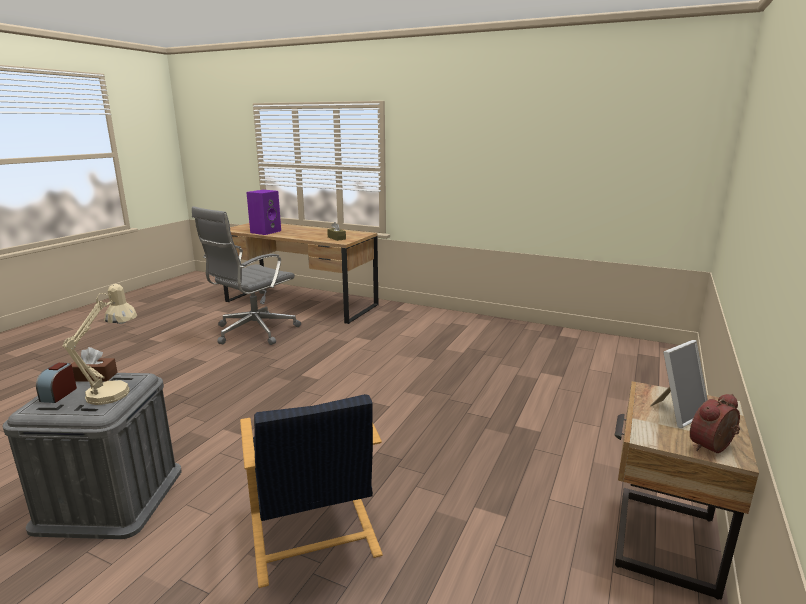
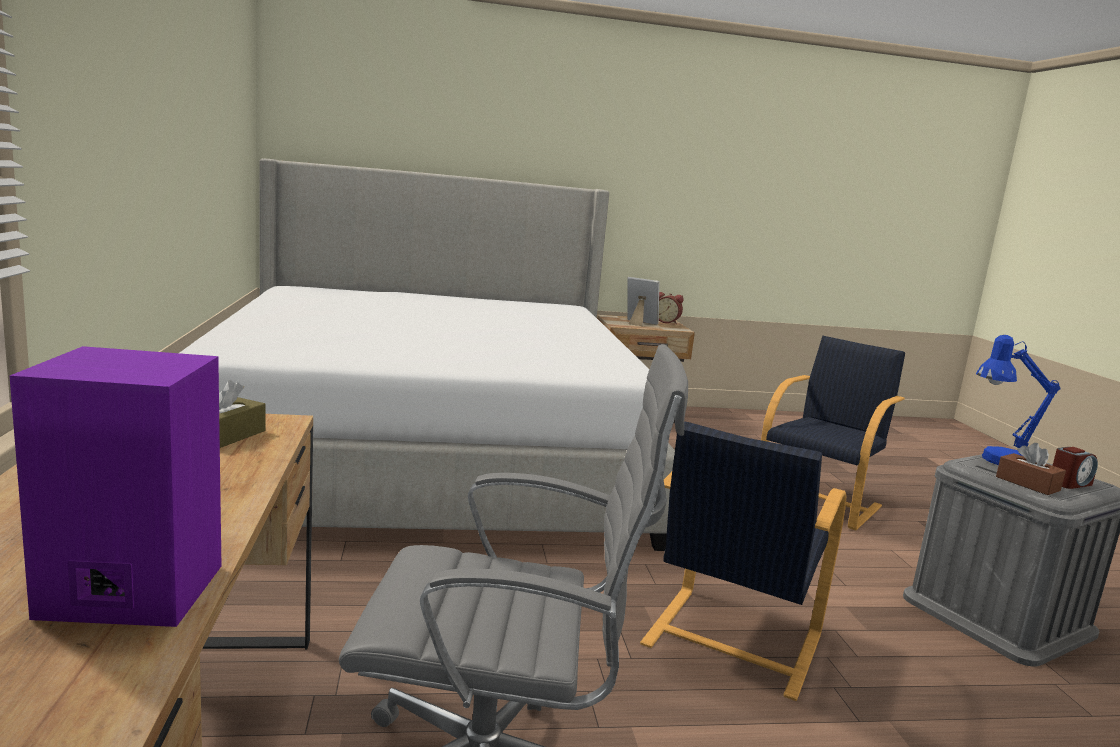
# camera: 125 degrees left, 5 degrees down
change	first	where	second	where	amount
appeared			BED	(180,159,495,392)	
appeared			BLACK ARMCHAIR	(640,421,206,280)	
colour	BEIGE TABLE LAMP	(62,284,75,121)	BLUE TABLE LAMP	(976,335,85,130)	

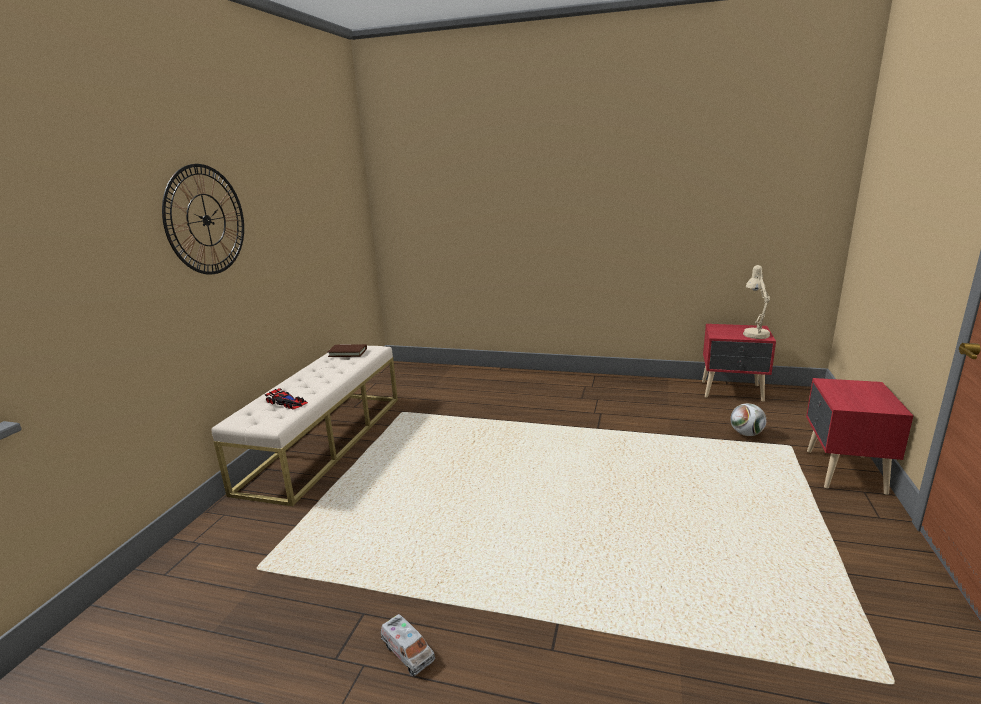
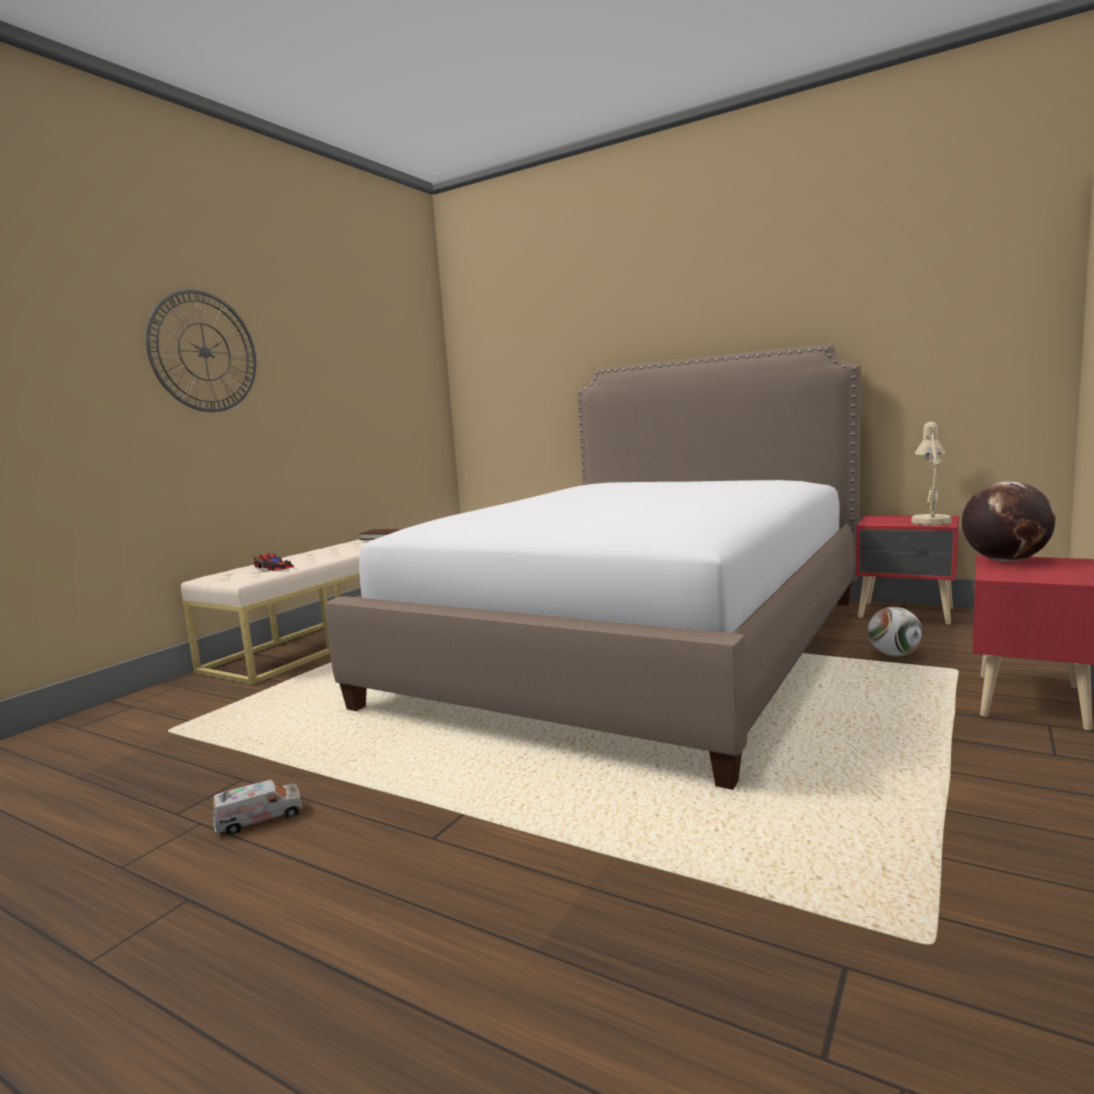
# camera: 15 degrees right, 10 degrees down
change	first	where	second	where	amount
spun	TOY TRUCK	(381,614,54,62)		(213,780,89,55)	90 degrees counterclockwise
appeared			BED	(326,344,535,446)	
appeared			GLOBE	(962,481,94,81)	

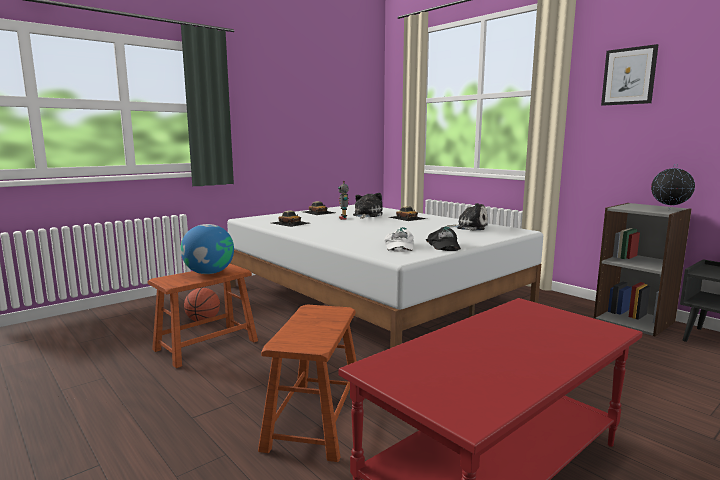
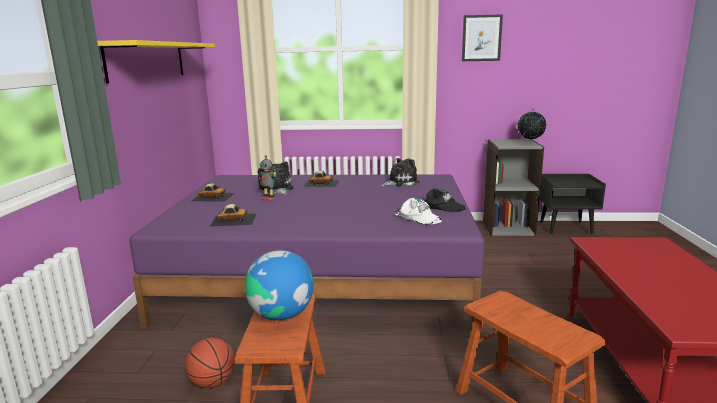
# camera: 45 degrees left, 5 degrees up
change	first	where	second	where	amount
appeared			YELLOW SHELF	(97,40,118,43)	
colour	WHITE BED	(227,205,316,143)	PURPLE BED	(129,174,356,157)	

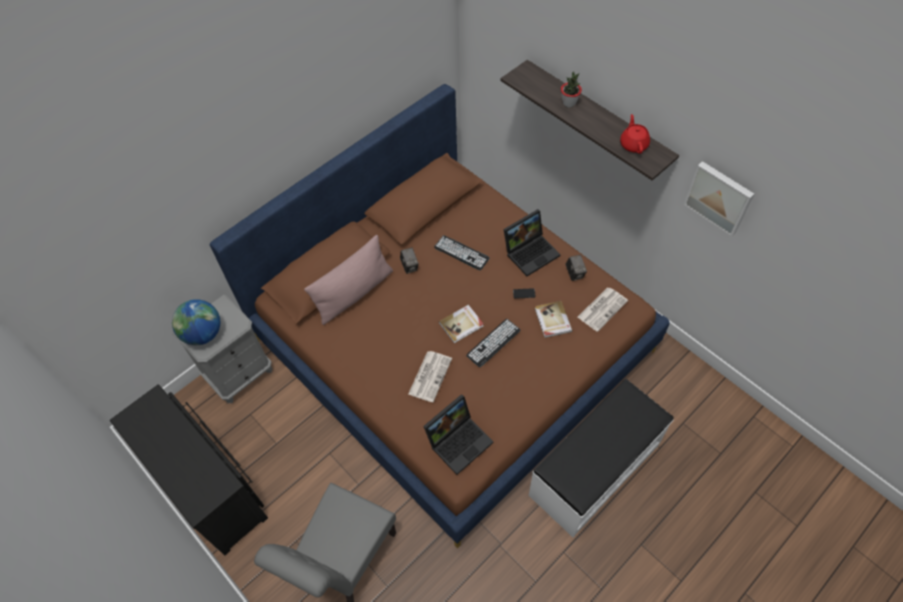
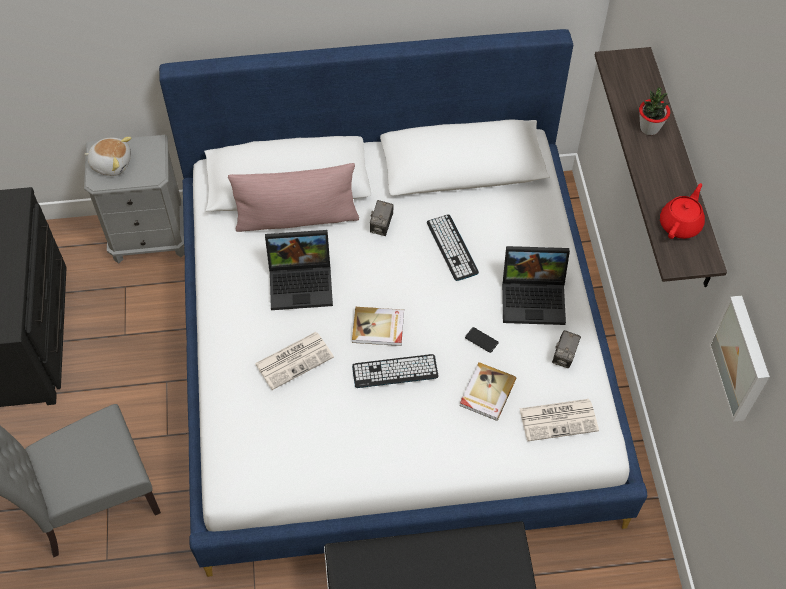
# camera: 35 degrees right, 0 degrees up
change	first	where	second	where	amount
exchanged	GLOBE	(172,299,48,46)	PLUSH TOY	(84,137,48,39)	
colour	BROWN BED	(210,84,460,464)	WHITE BED	(159,29,488,548)	
relocated	LAPTOP	(424,394,70,81)		(265,230,68,80)	

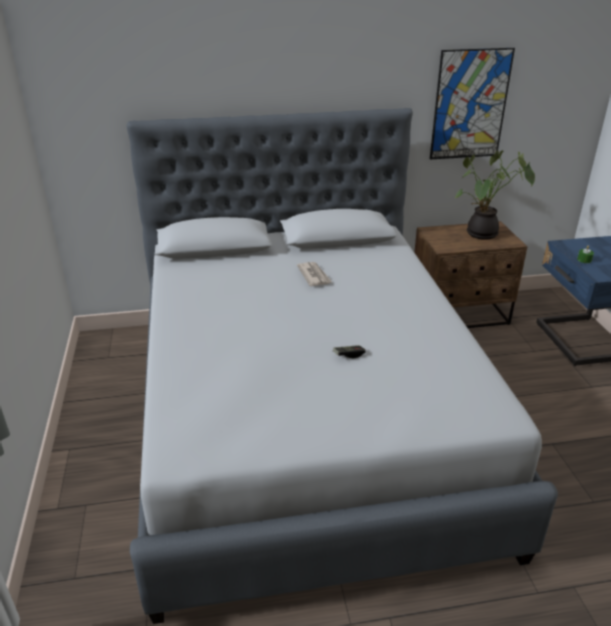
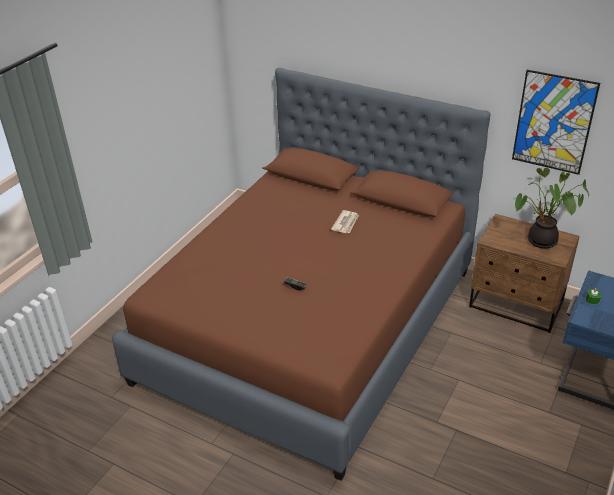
# camera: 40 degrees right, 5 degrees up
change	first	where	second	where	amount
colour	GREY BED	(127,108,431,516)	BROWN BED	(112,68,379,413)	

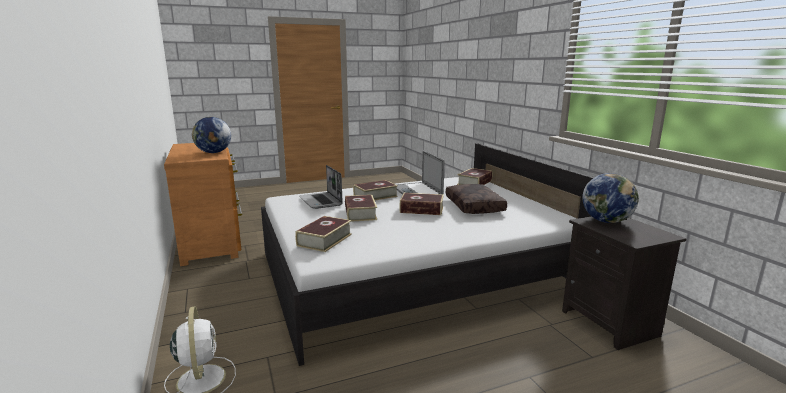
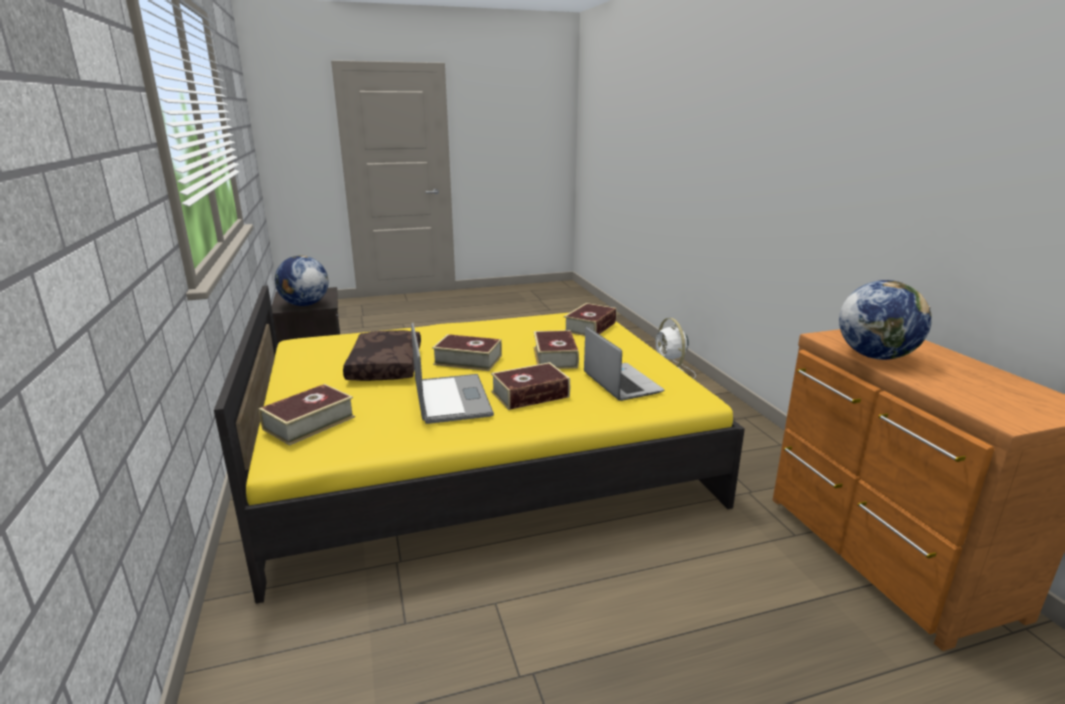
# camera: 175 degrees left, 5 degrees up
change	first	where	second	where	amount
colour	WHITE BED	(261,143,333,223)	YELLOW BED	(214,286,531,318)	

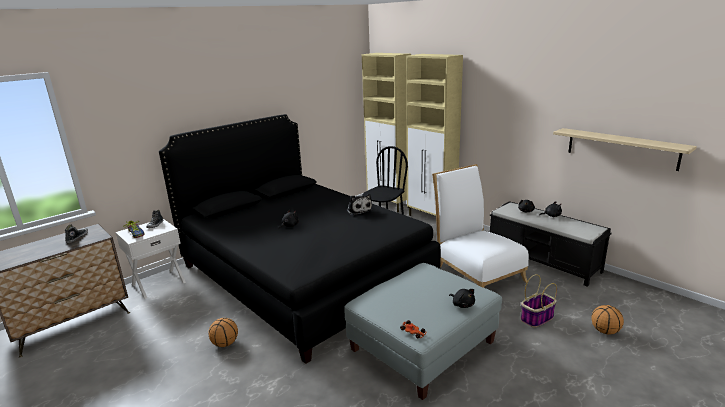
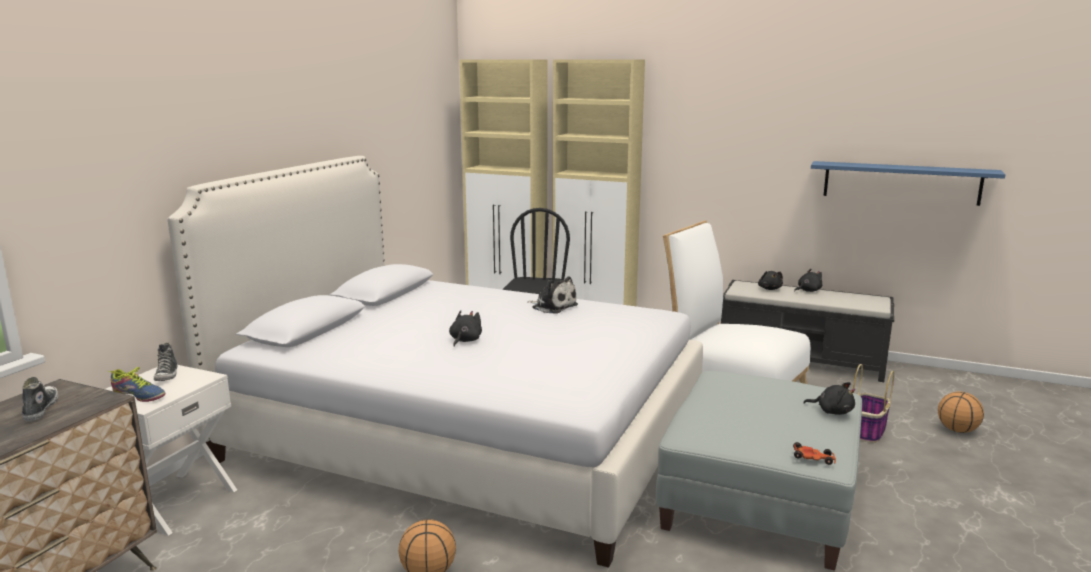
# camera: 25 degrees left, 5 degrees down
change	first	where	second	where	amount
colour	BLACK BED	(159,114,282,250)	WHITE BED	(168,156,535,412)	
colour	BEIGE SHELF	(553,128,144,43)	BLUE SHELF	(811,161,195,45)	

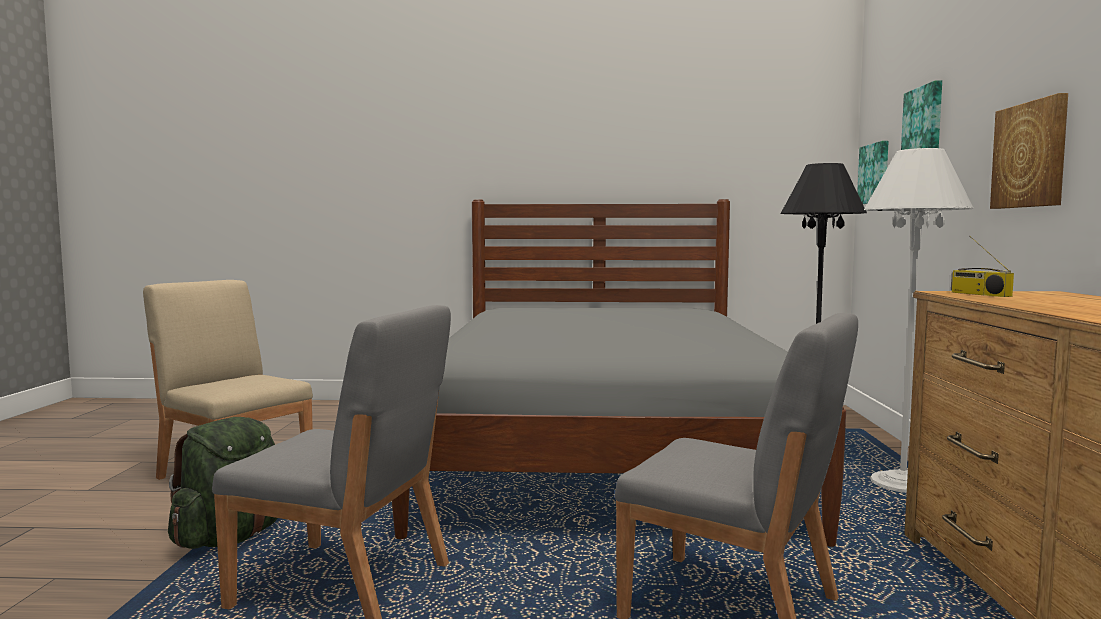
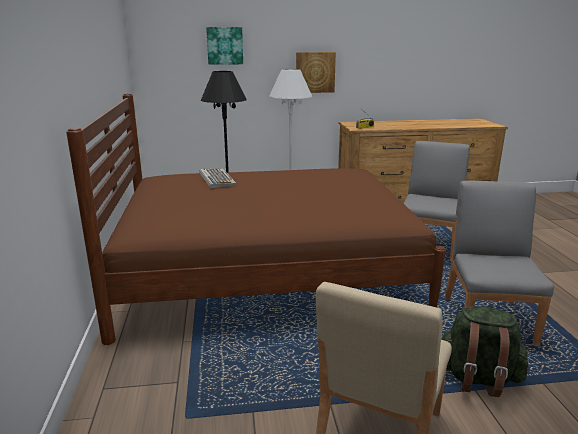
# camera: 100 degrees left, 15 degrees up
change	first	where	second	where	amount
colour	GREY BED	(392,199,454,348)	BROWN BED	(66,93,380,252)	
appeared			KEYBOARD	(199,168,38,21)	
missing	PICTURE	(857,141,32,63)			

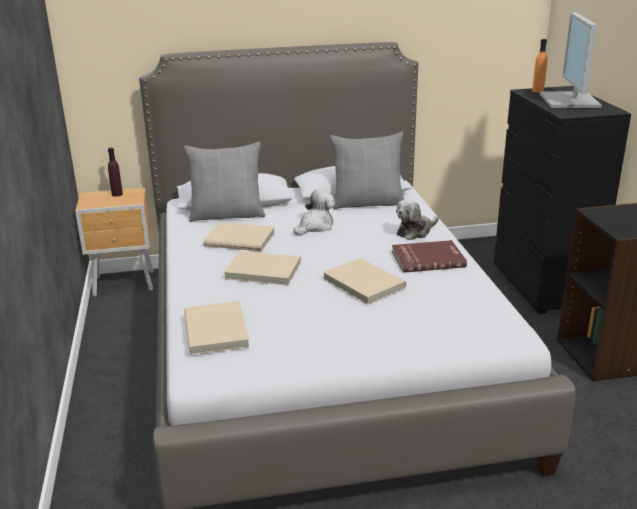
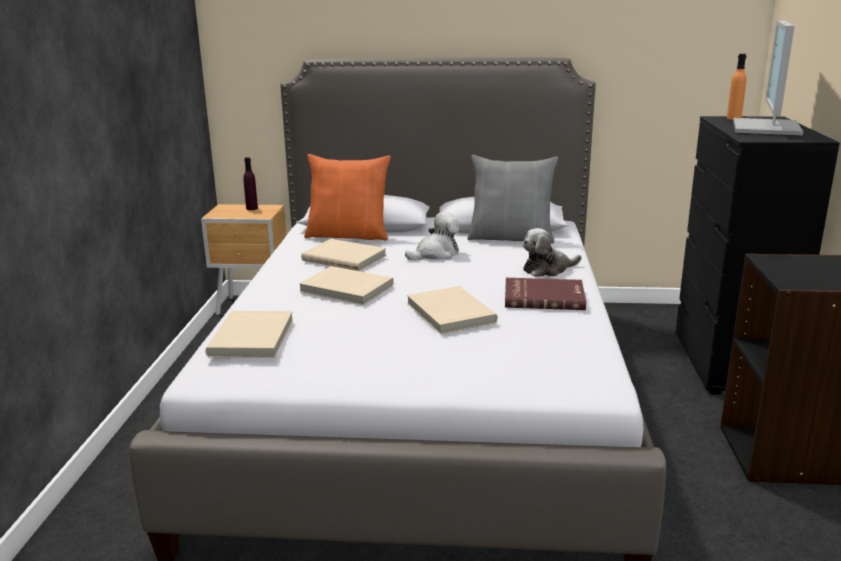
# camera: 15 degrees right, 5 degrees down
change	first	where	second	where	amount
colour	GREY PILLOW	(184,142,81,80)	ORANGE PILLOW	(304,154,87,86)	

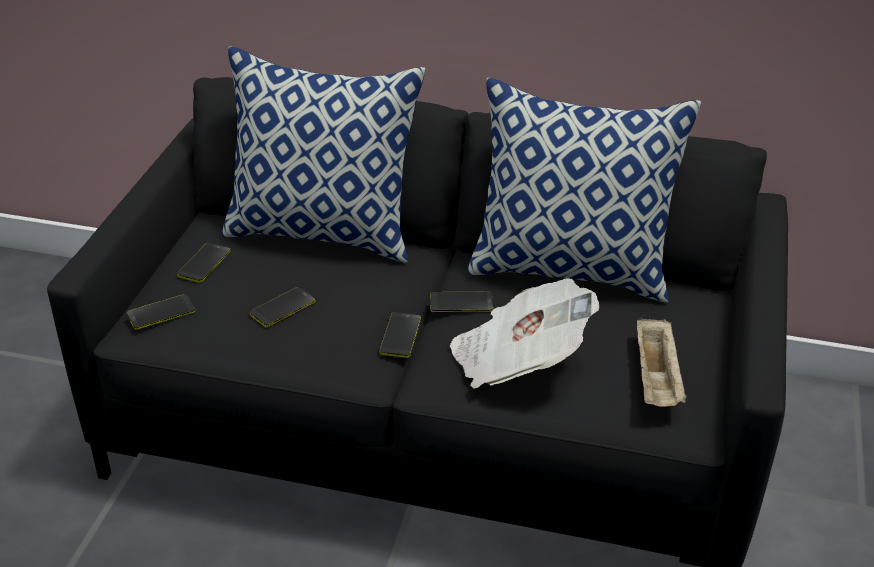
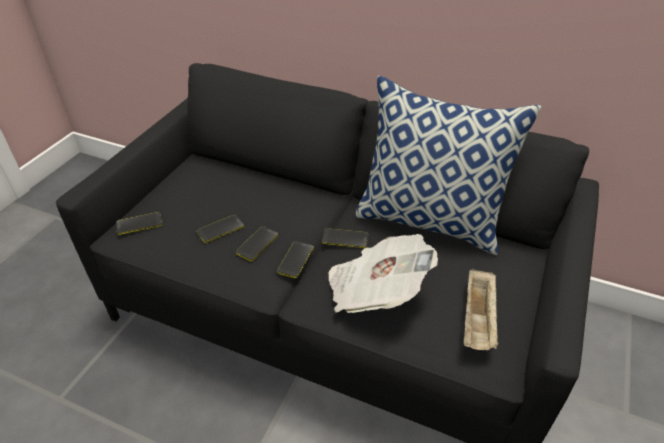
# camera: 10 degrees right, 5 degrees up
change	first	where	second	where	amount
relocated	PHONE	(177,243,54,40)		(236,226,42,35)	
missing	PILLOW	(222,46,204,217)			

